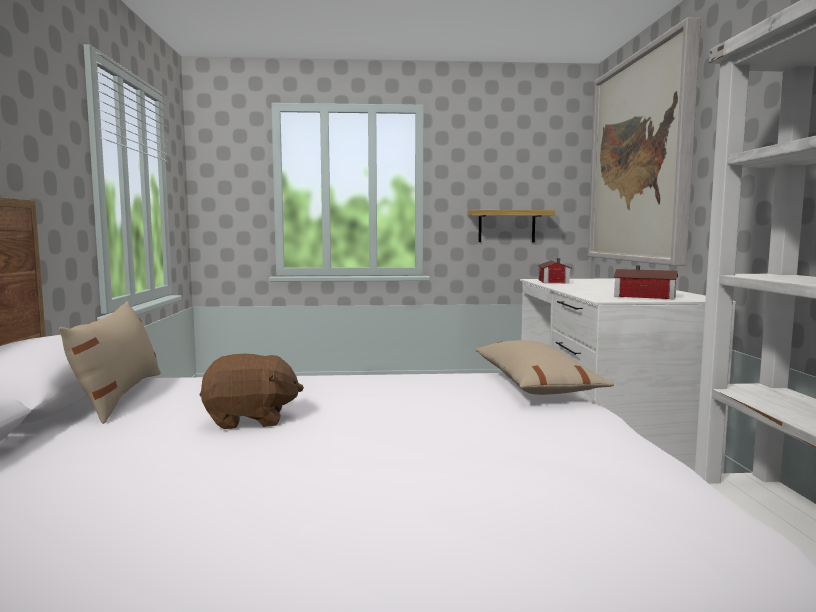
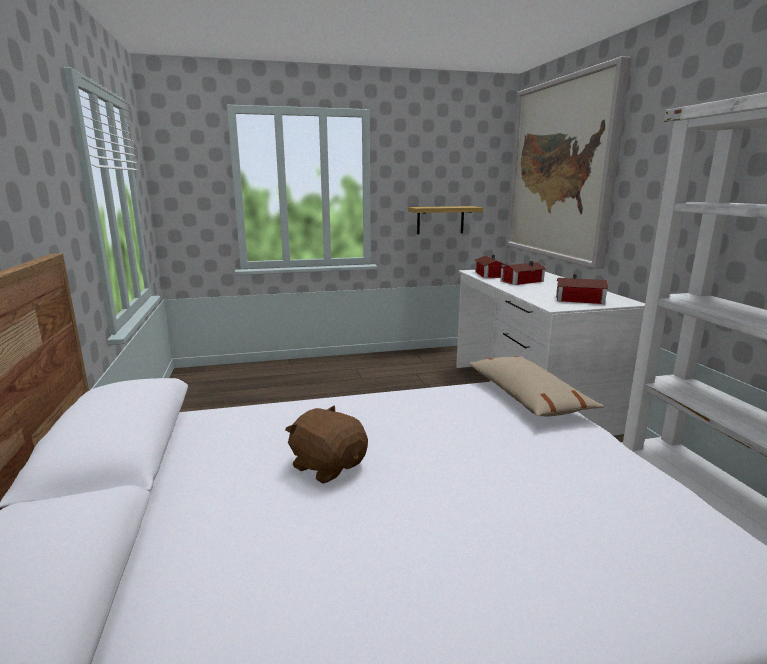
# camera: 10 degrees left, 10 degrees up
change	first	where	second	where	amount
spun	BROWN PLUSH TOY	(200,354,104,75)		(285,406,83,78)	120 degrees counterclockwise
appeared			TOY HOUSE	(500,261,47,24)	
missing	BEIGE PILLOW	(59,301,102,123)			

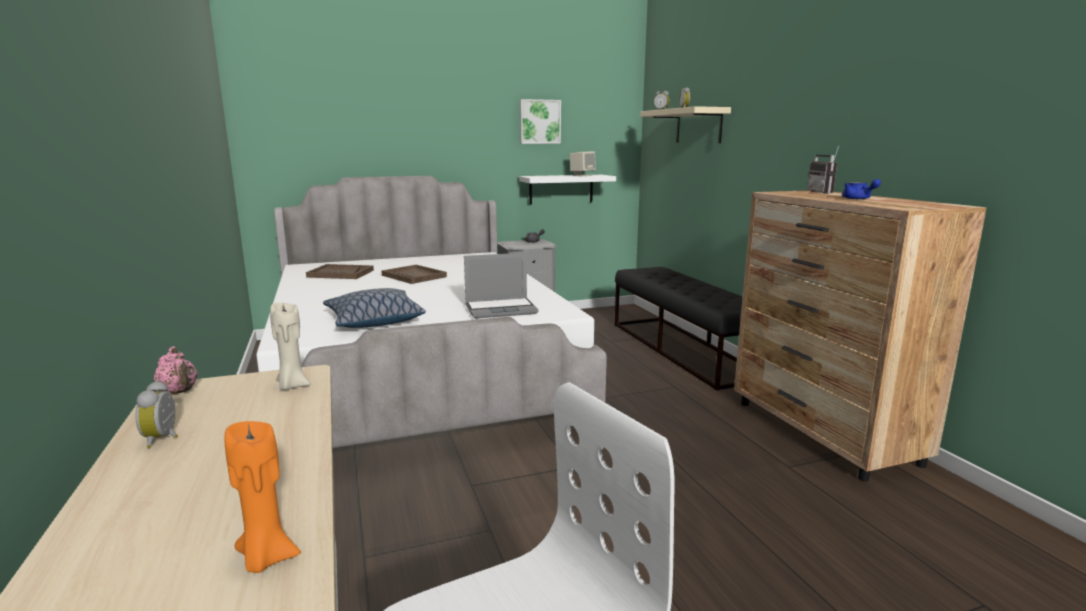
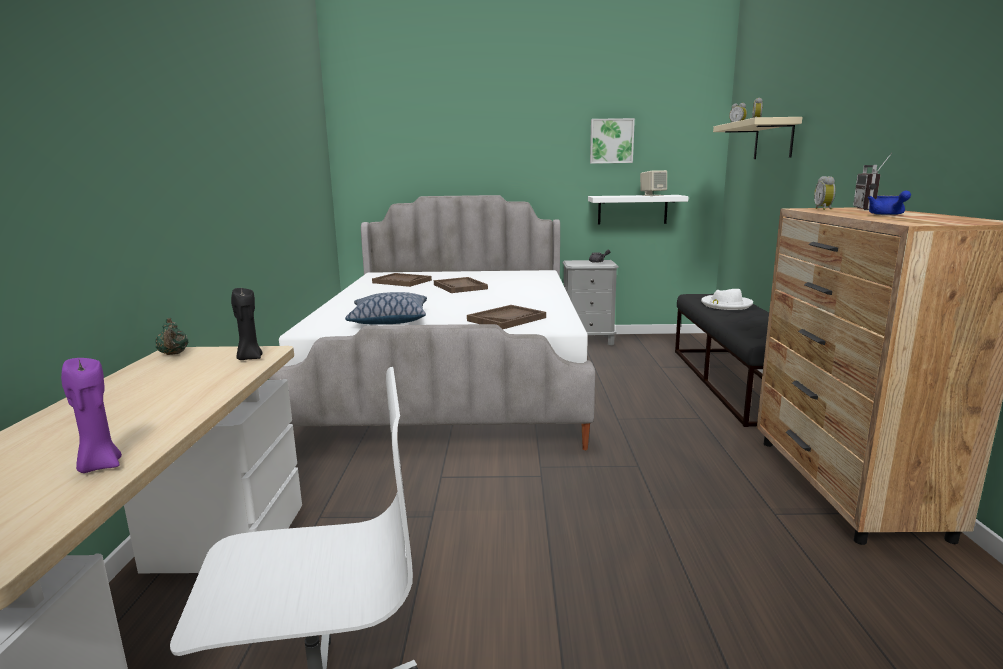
# camera: 20 degrees right, 0 degrees up
change	first	where	second	where	amount
colour	ORANGE CANDLE	(225,421,76,152)	PURPLE CANDLE	(61,358,61,115)	
colour	PINK TEAPOT	(153,346,45,48)	GREEN TEAPOT	(155,318,33,37)	
colour	BEIGE CANDLE	(270,303,41,87)	BLACK CANDLE	(231,288,32,72)	
exchanged	LAPTOP	(464,253,74,66)	BROWN TRAY	(467,305,79,24)	
appeared			WHITE HAT	(701,289,52,21)	
relocated	ALARM CLOCK	(135,381,43,67)		(814,176,21,34)	

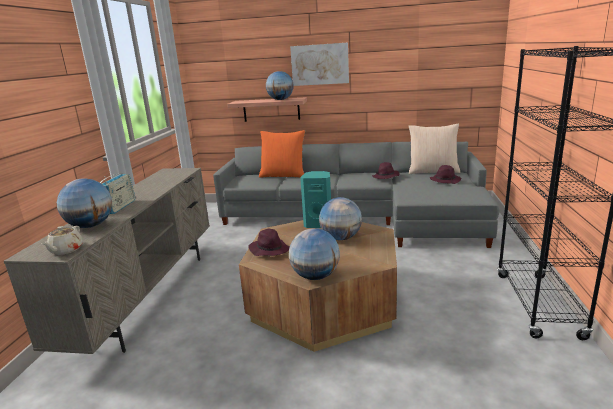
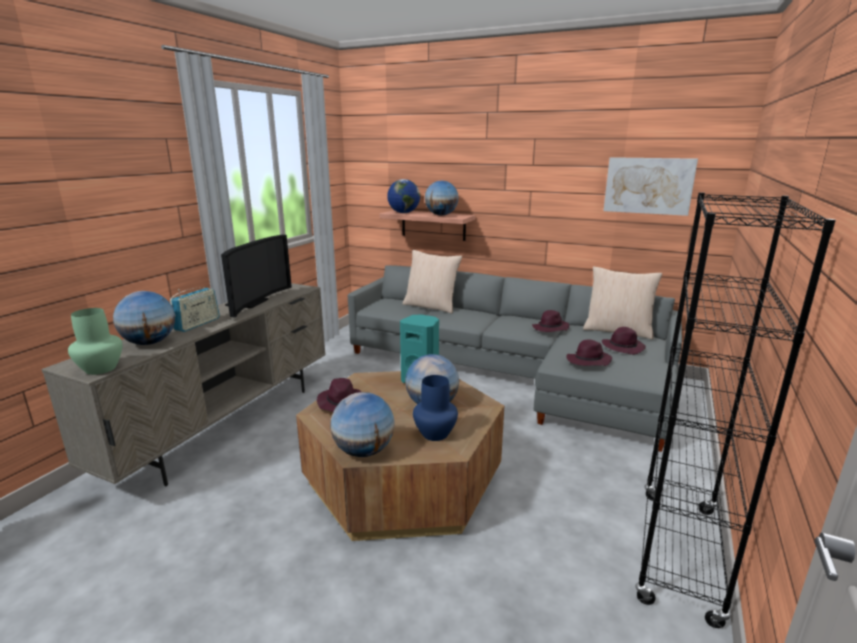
# camera: 15 degrees right, 0 degrees up
change	first	where	second	where	amount
exchanged	BEIGE TEAPOT	(41,226,42,29)	GREEN VASE	(68,308,54,67)	
appeared			TELEVISION	(221,235,71,82)	
appeared			GLOBE	(387,179,33,34)	
colour	ORANGE PILLOW	(259,130,46,48)	BEIGE PILLOW	(403,250,59,64)	
appeared			BLUE VASE	(413,375,45,66)	
appeared			PURPLE HAT	(567,339,45,27)	
relocated	PICTURE	(290,43,59,43)		(603,157,95,59)	

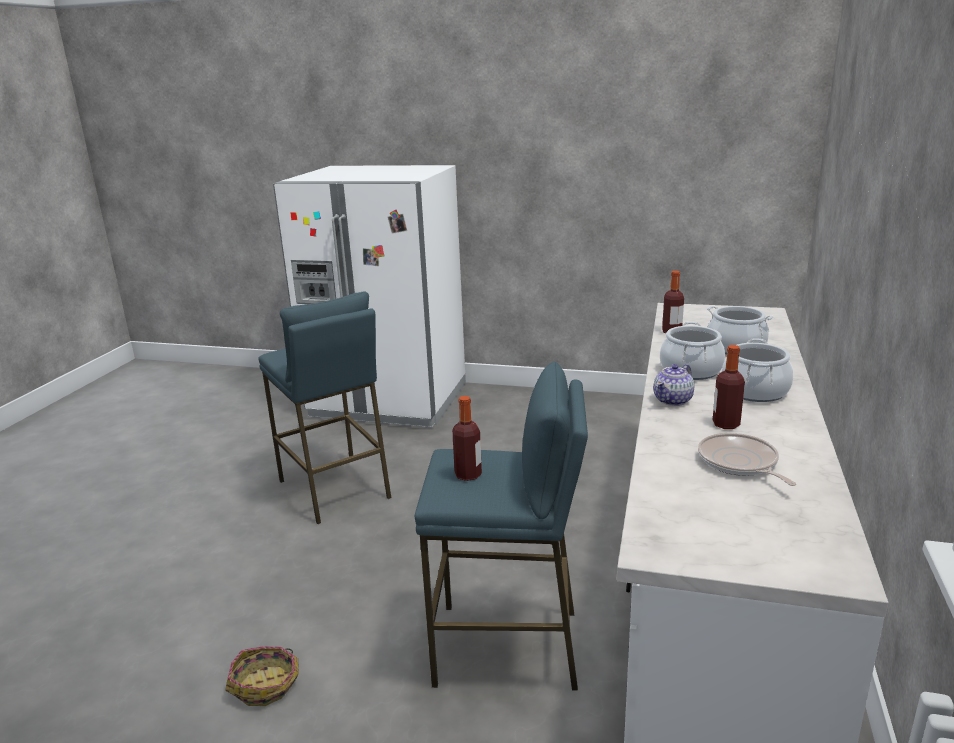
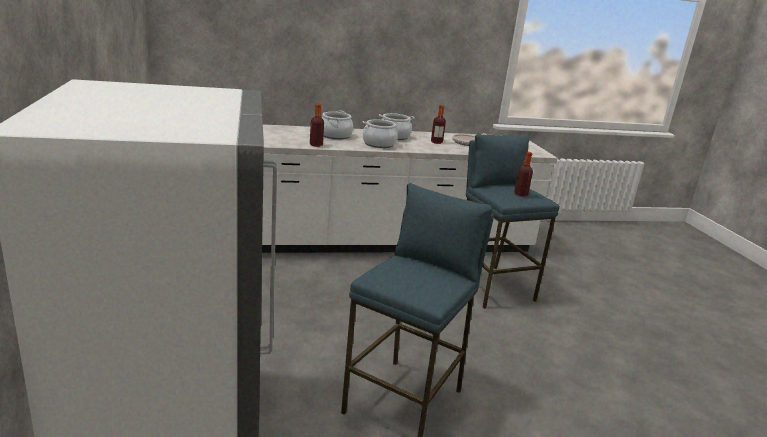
# camera: 120 degrees left, 0 degrees up
change	first	where	second	where	amount
missing	BASKET	(225,647,74,59)			
missing	TEAPOT	(653,364,42,42)			

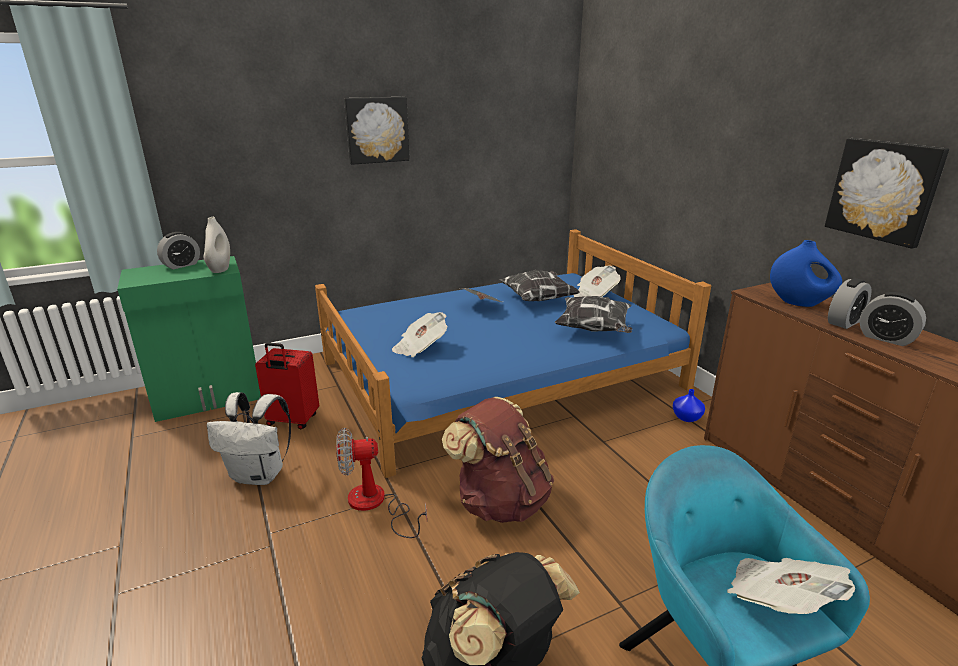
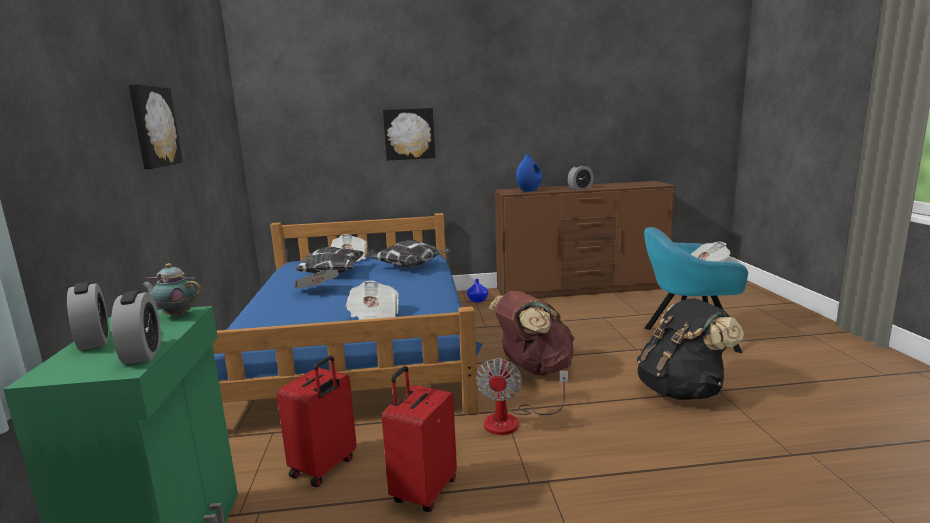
# camera: 70 degrees left, 10 degrees down
change	first	where	second	where	amount
relocated	ALARM CLOCK	(828,278,44,51)		(111,290,50,74)	
exchanged	WHITE VASE	(204,217,26,56)	TEAPOT	(141,263,60,53)	
exchanged	WHITE BACKPACK	(207,392,84,93)	RED SUITCASE	(382,366,75,146)	
relocated	PICTURE	(825,138,124,111)		(383,108,52,53)	

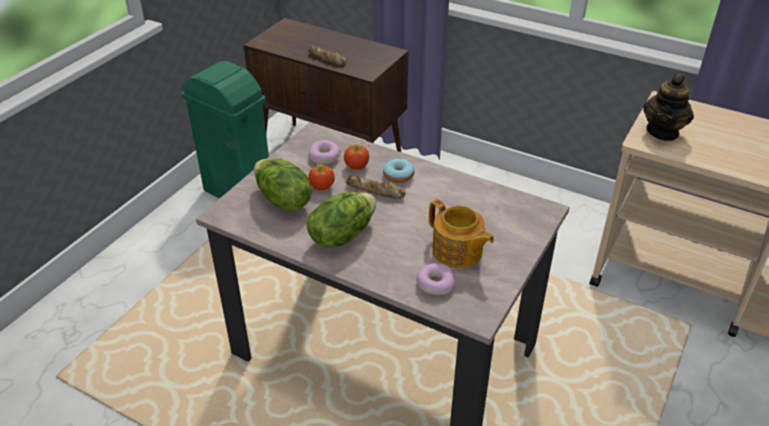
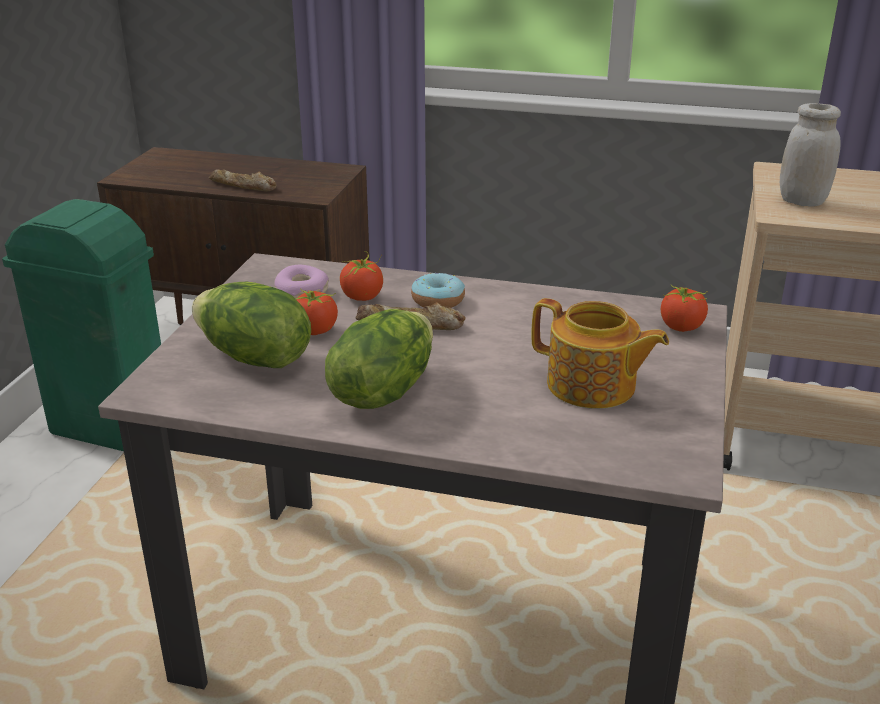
# camera: 15 degrees left, 10 degrees down
change	first	where	second	where	amount
appeared			TOMATO	(661,284,47,48)	
exchanged	TEAPOT	(643,74,51,67)	WHITE JAR	(780,103,61,104)	
missing	DONUT	(416,263,39,32)			

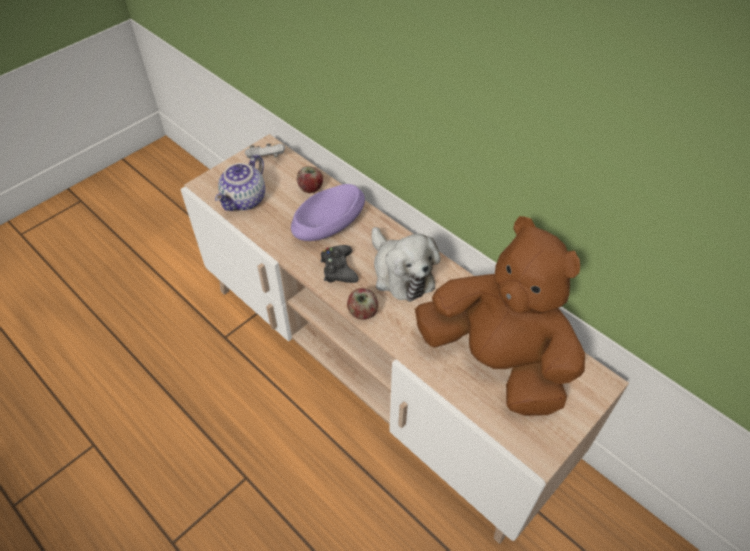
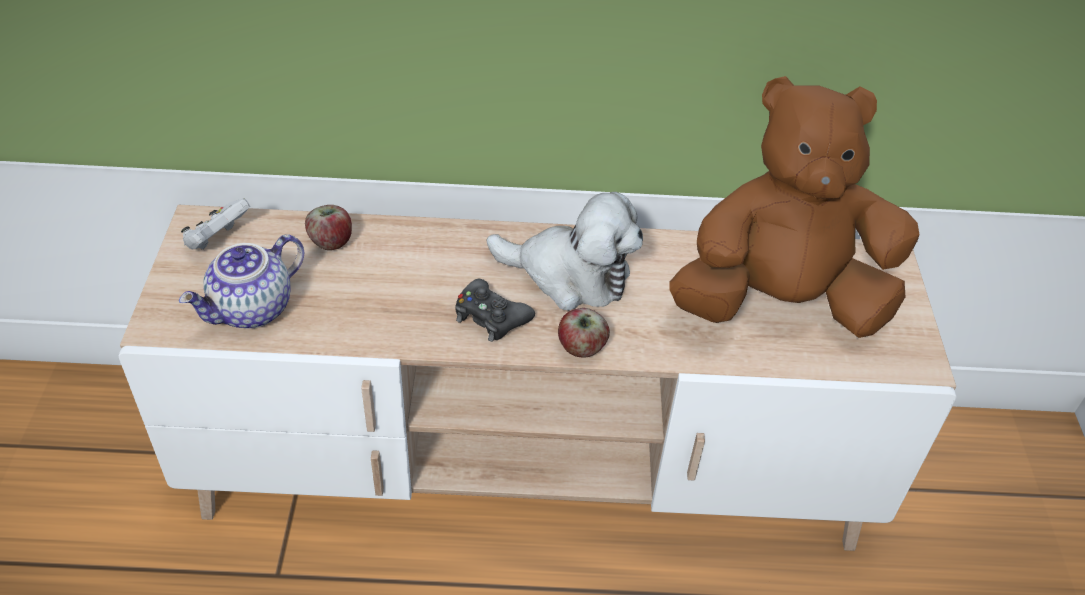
# camera: 45 degrees left, 5 degrees down
change	first	where	second	where	amount
spun	TEAPOT	(215,154,50,57)		(179,235,125,94)	60 degrees clockwise
missing	PURPLE BOWL	(291,184,74,57)			

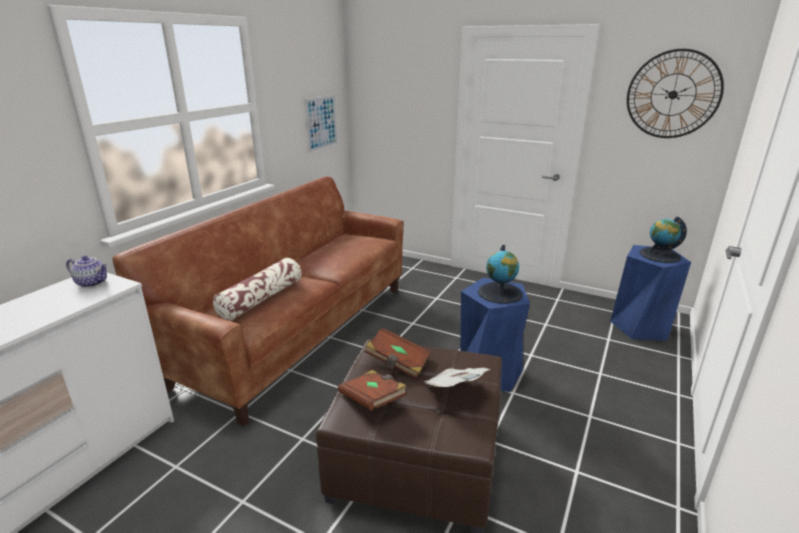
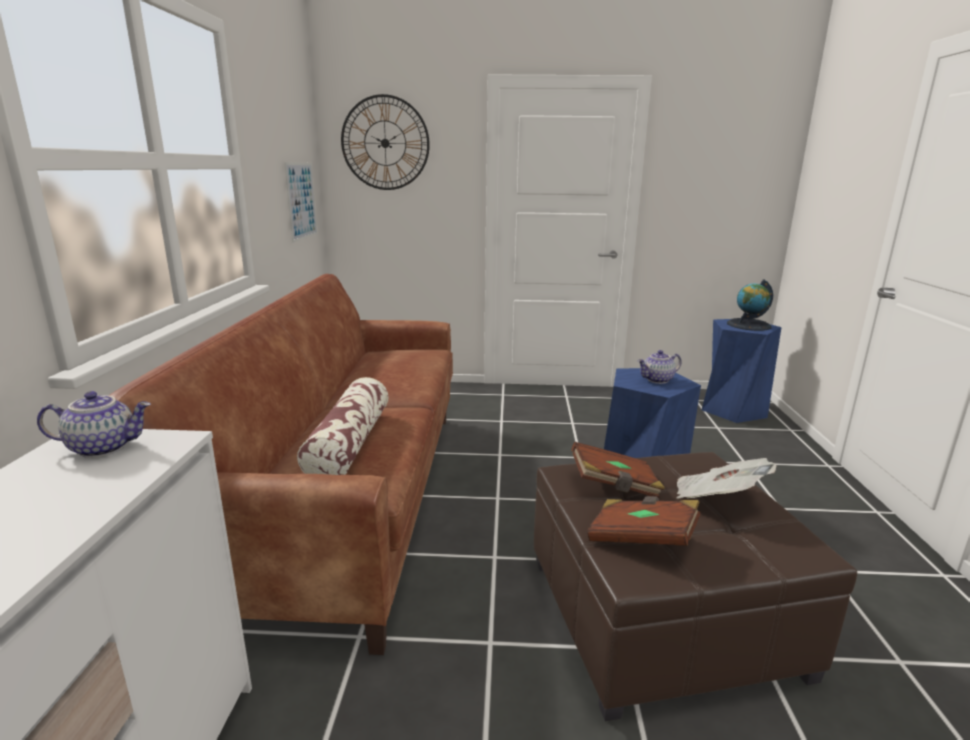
# camera: 25 degrees left, 5 degrees down
change	first	where	second	where	amount
relocated	WALL CLOCK	(627,49,97,89)		(341,94,89,96)	
exchanged	GLOBE	(478,245,45,59)	TEAPOT	(637,350,45,34)	

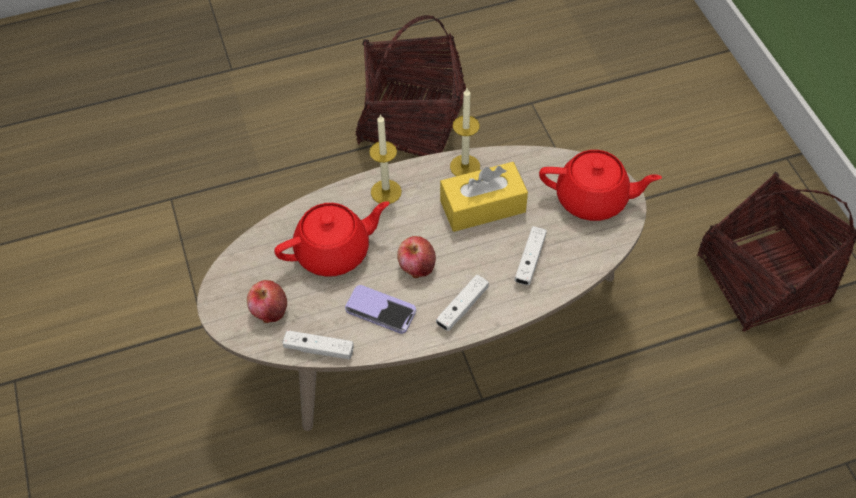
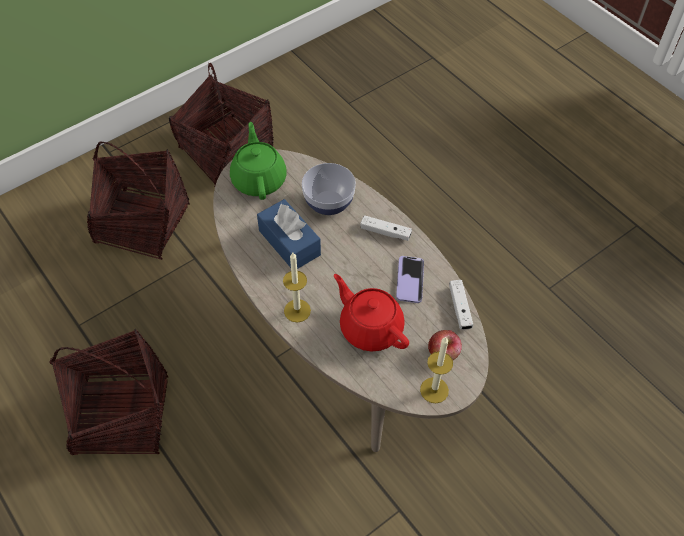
# camera: 110 degrees left, 0 degrees up
change	first	where	second	where	amount
appeared			BASKET	(87,141,103,119)	
colour	RED TEAPOT	(539,150,123,71)	GREEN TEAPOT	(230,122,57,78)	
colour	YELLOW TISSUE BOX	(440,162,88,70)	BLUE TISSUE BOX	(257,199,64,70)	
exchanged	WHITE GAME CONTROLLER	(514,226,33,59)	BOWL	(302,163,54,52)	
relocated	CANDLE	(450,88,30,88)		(420,337,33,66)	
missing	APPLE	(397,236,39,42)			

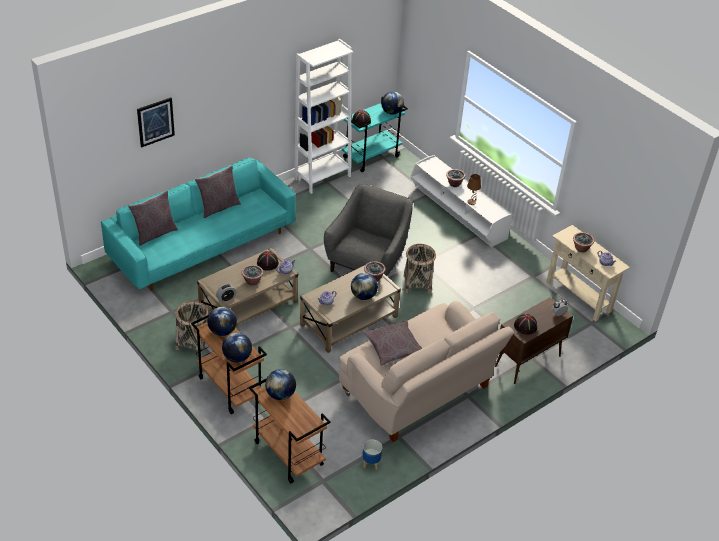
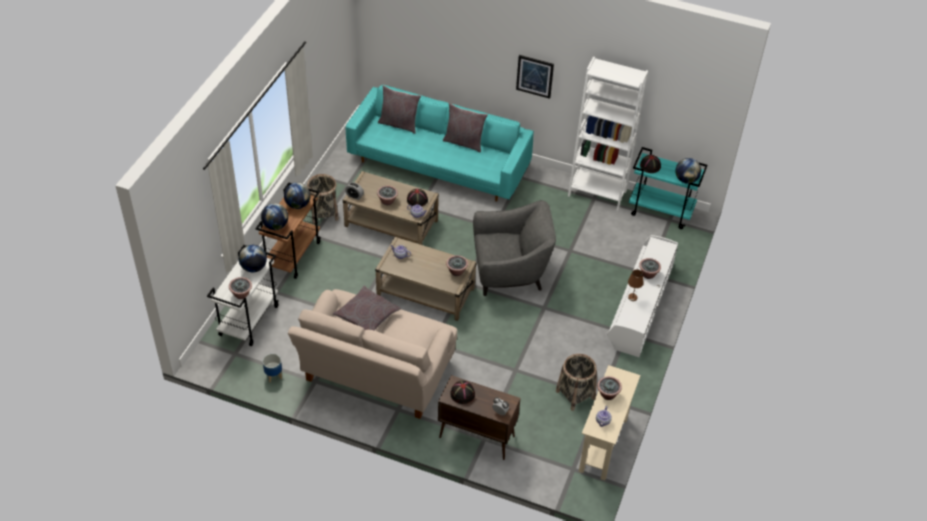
# camera: 60 degrees right, 5 degrees up
change	first	where	second	where	amount
colour	BROWN CART	(249,378,82,105)	WHITE CART	(207,245,72,101)	
appeared			POTTED PLANT	(229,277,23,22)	
relocated	PICTURE	(137,97,38,50)		(516,55,38,44)	
relocated	BASKET	(404,244,32,50)		(556,354,41,57)	
missing	GLOBE	(351,273,27,27)			

